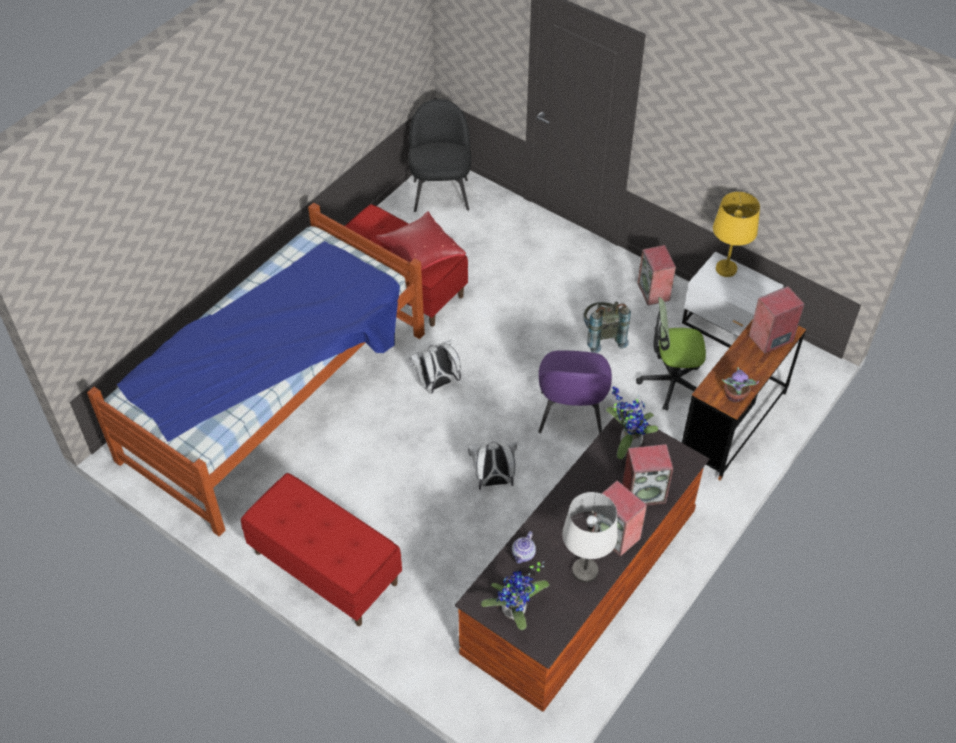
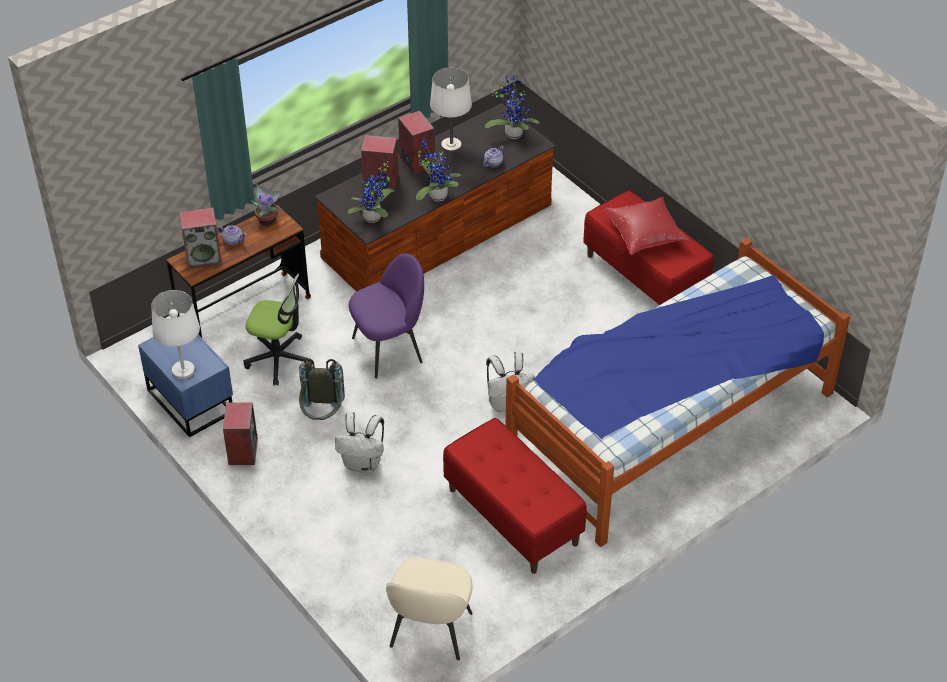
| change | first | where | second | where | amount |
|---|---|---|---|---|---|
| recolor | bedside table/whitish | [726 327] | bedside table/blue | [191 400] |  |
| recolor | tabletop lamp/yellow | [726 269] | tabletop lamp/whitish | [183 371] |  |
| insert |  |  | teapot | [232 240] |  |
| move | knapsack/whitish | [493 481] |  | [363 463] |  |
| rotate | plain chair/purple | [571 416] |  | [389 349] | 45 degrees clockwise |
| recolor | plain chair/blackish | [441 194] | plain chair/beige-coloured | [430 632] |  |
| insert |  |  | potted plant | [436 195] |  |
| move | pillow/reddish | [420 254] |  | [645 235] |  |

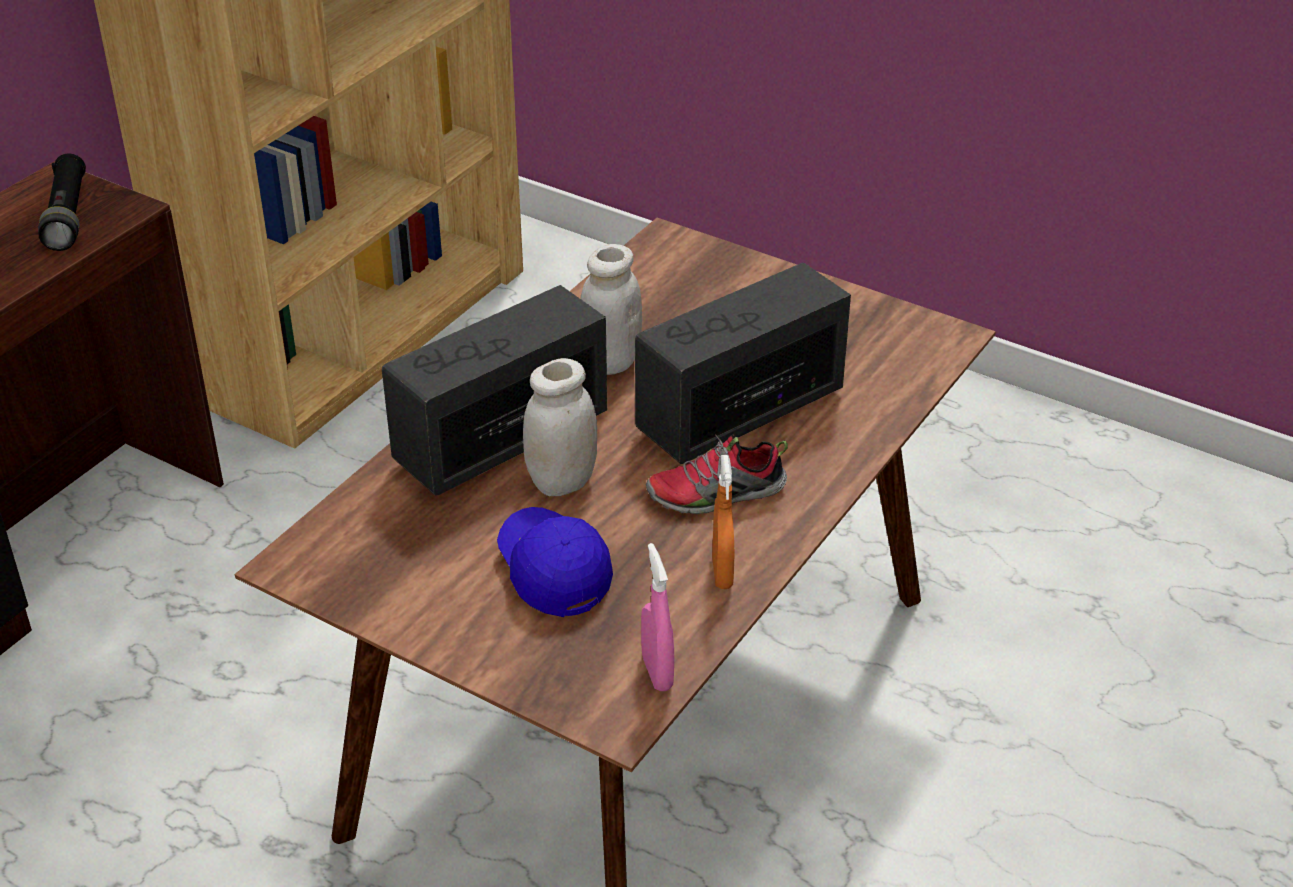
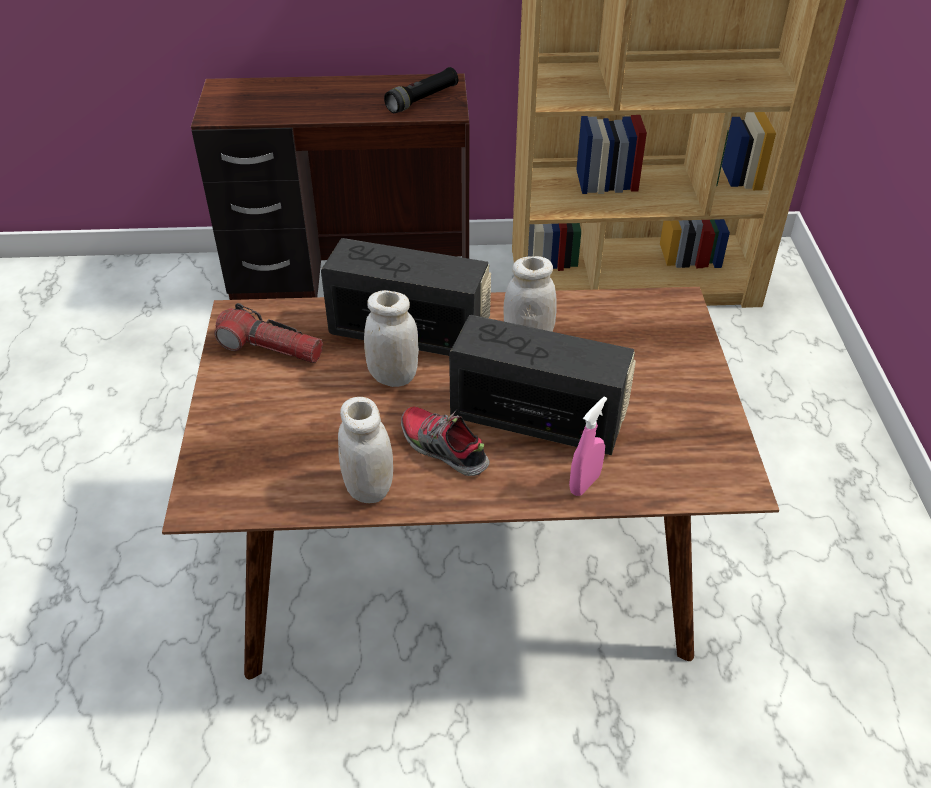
| change | first | where | second | where | amount |
|---|---|---|---|---|---|
| insert |  |  | hand torch | [271 348] |  |
| replace | hand sprayer/orangey | [722 573] | preserve jar/whitish | [368 488] |  |
| move | hand sprayer/pink-coloured | [657 672] |  | [584 483] |  |
| delete | baseball cap/blue | [553 572] |  |  |  |

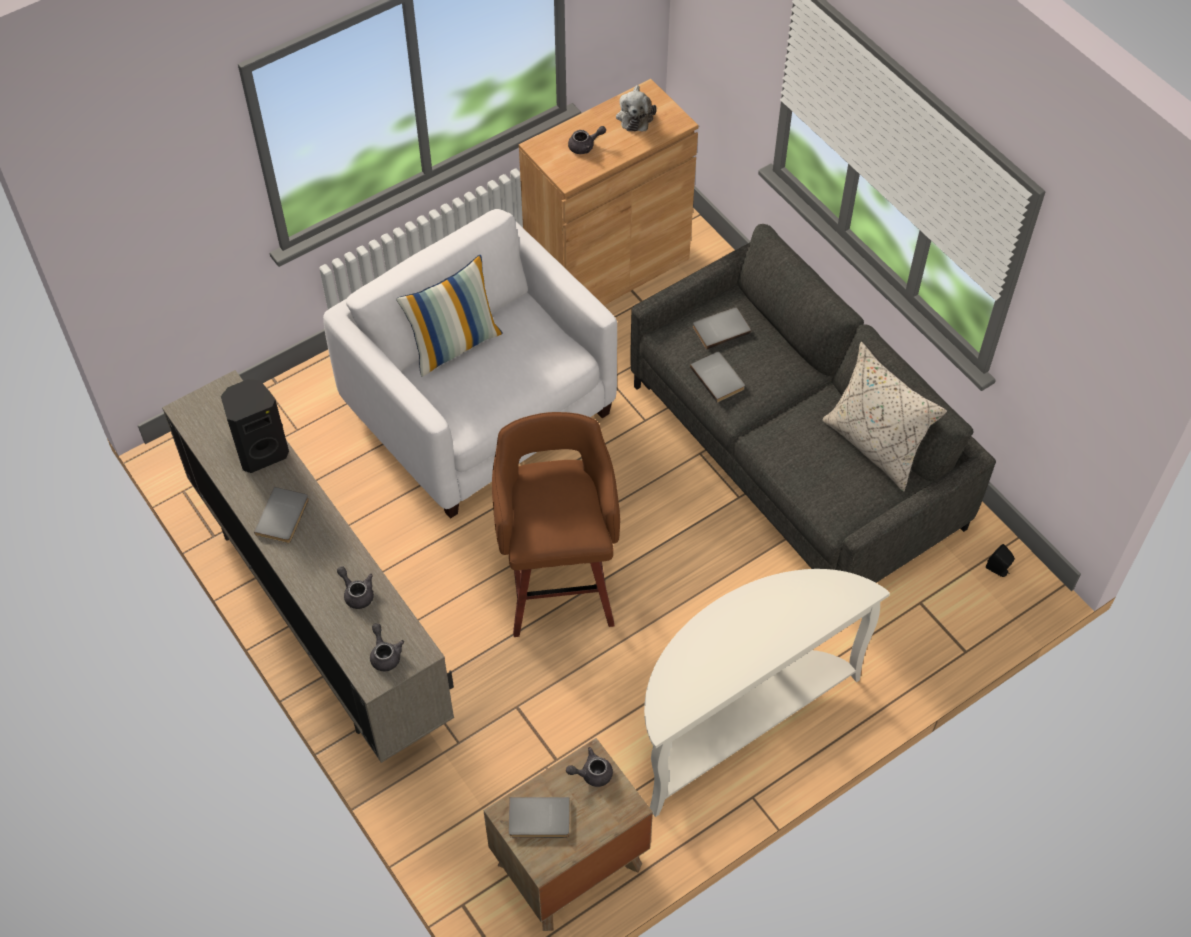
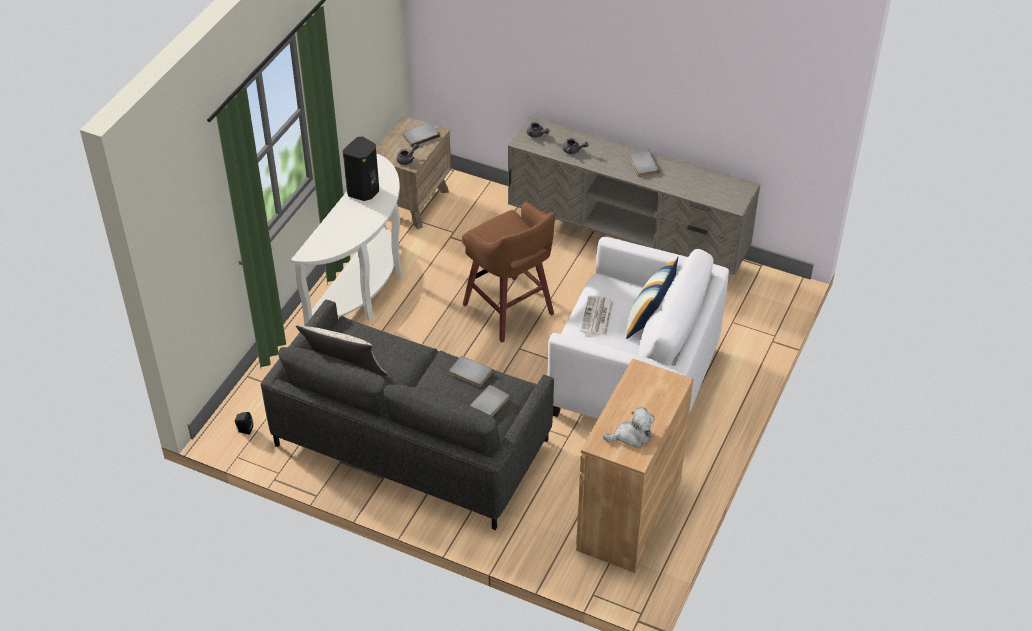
| change | first | where | second | where | amount |
|---|---|---|---|---|---|
| move | loudspeaker/blackish | [261 452] |  | [364 191] |  |
| insert |  |  | newspaper | [597 317] |  |
| rotate | plush toy | [635 116] |  | [631 436] | 105 degrees clockwise |
| delete | teapot/greyish | [585 146] |  |  |  |

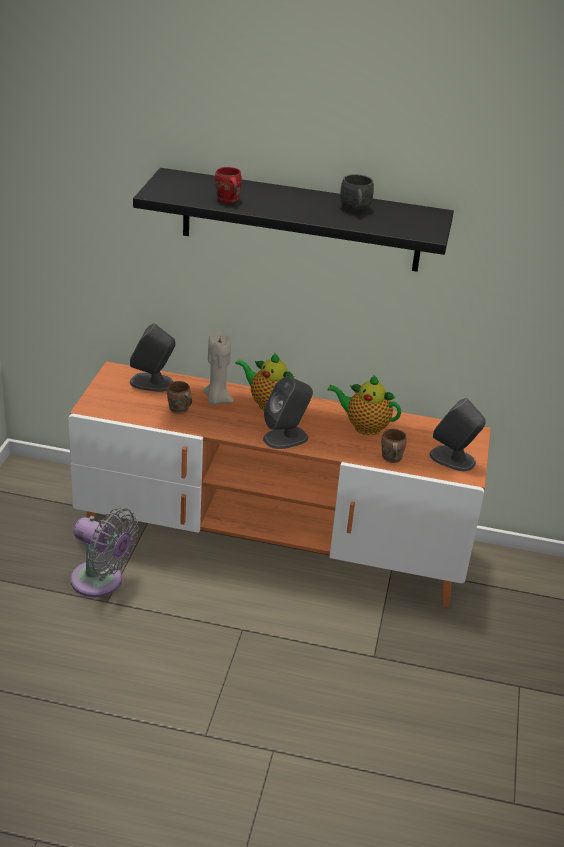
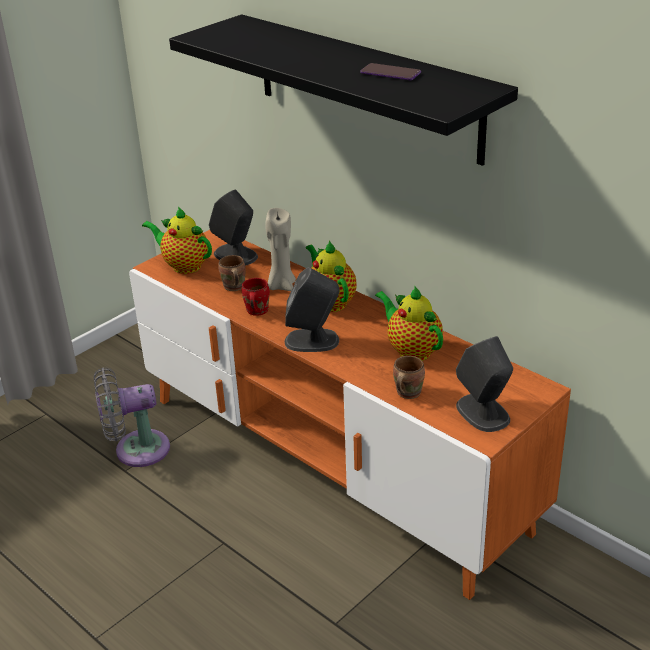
| change | first | where | second | where | amount |
|---|---|---|---|---|---|
| rotate | cooling fan/greyish | [101 582] |  | [136 450] | 105 degrees clockwise |
| insert |  |  | teapot | [184 265] |  |
| move | tea mug/reddish | [227 200] |  | [255 311] |  |
| replace | tea mug/greyish | [355 209] | telephone | [390 73] |  |

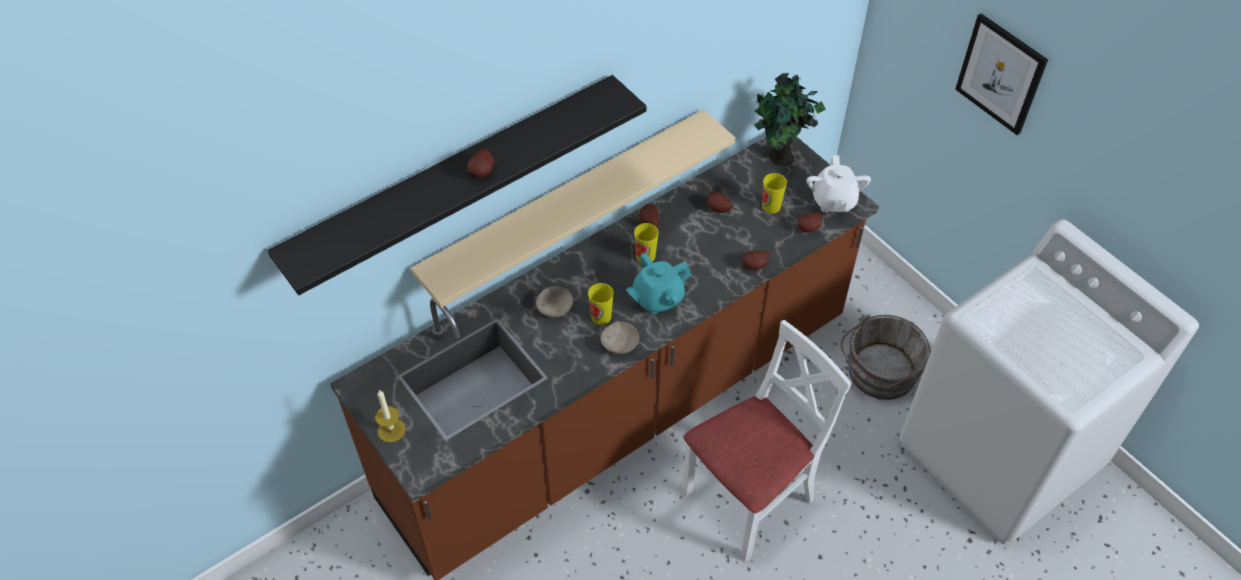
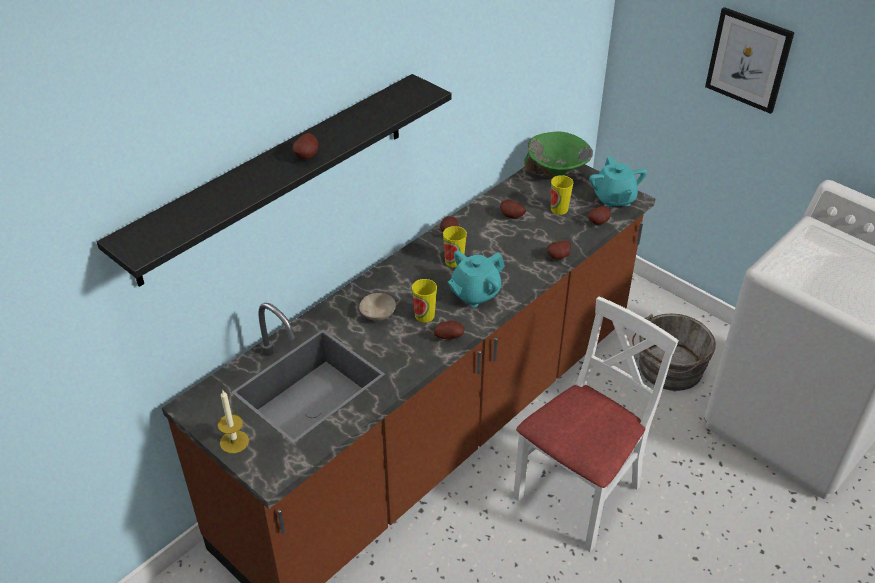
| change | first | where | second | where | amount |
|---|---|---|---|---|---|
| replace | bowl/beige-coloured | [620 345] | spud | [449 337] |  |
| replace | potted plant | [780 159] | bowl/green | [556 172] |  |
| recolor | teapot/whitish | [833 201] | teapot/turquoise-coloured | [614 199] |  |
| delete | bracket shelf/beige-coloured | [566 204] |  |  |  |

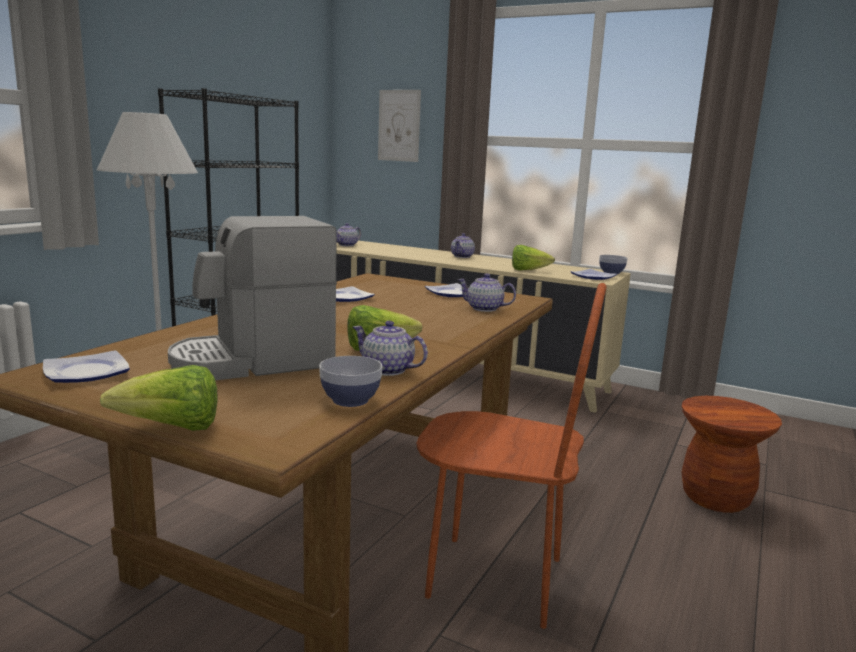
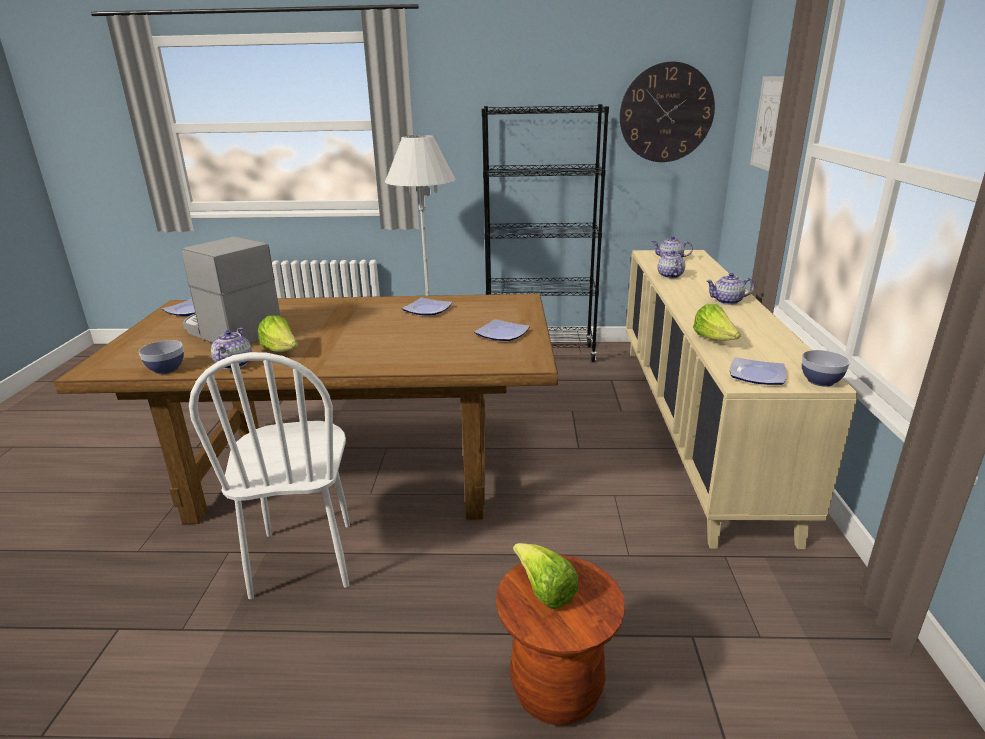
| change | first | where | second | where | amount |
|---|---|---|---|---|---|
| recolor | plain chair/brownish | [495 578] | plain chair/whitish | [304 559] |  |
| move | head of lettuce | [172 428] |  | [544 591] |  |
| insert |  |  | hanging clock | [666 113] |  |
| move | teapot | [485 309] |  | [670 276] |  |

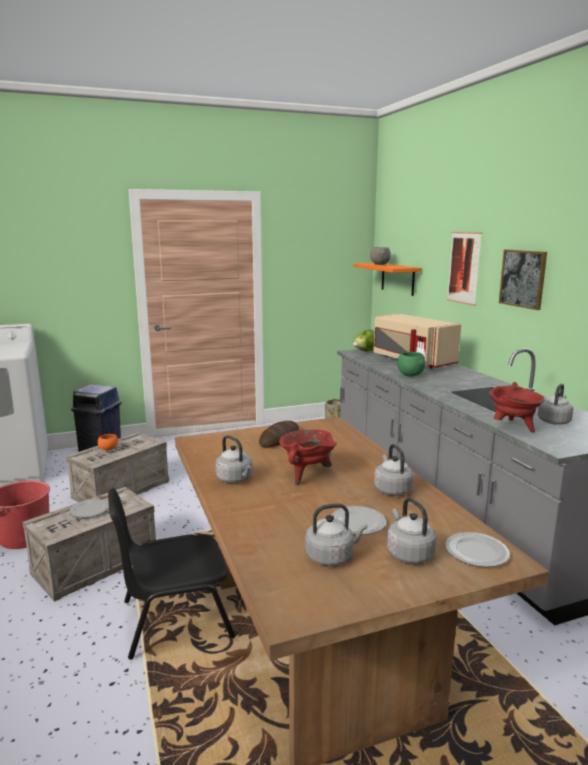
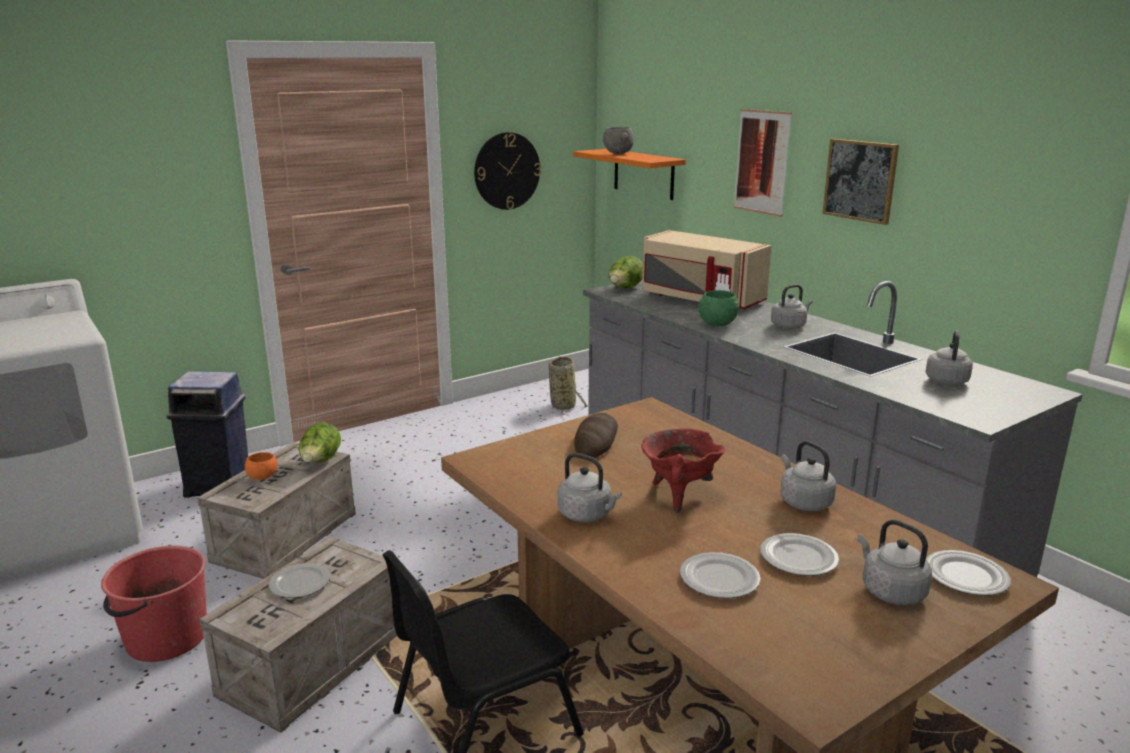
| change | first | where | second | where | amount |
|---|---|---|---|---|---|
| insert |  |  | head of lettuce | [320 462] |  |
| insert |  |  | hanging clock | [507 171] |  |
| insert |  |  | plate | [719 580] |  |
| move | water kettle/greyish | [332 556] |  | [789 326] |  |
| delete | cooking pot/reddish | [513 427] |  |  |  |

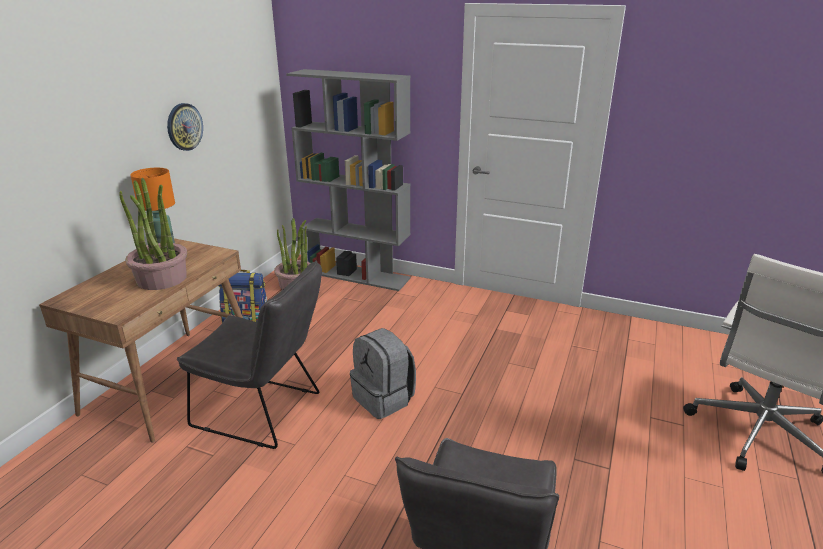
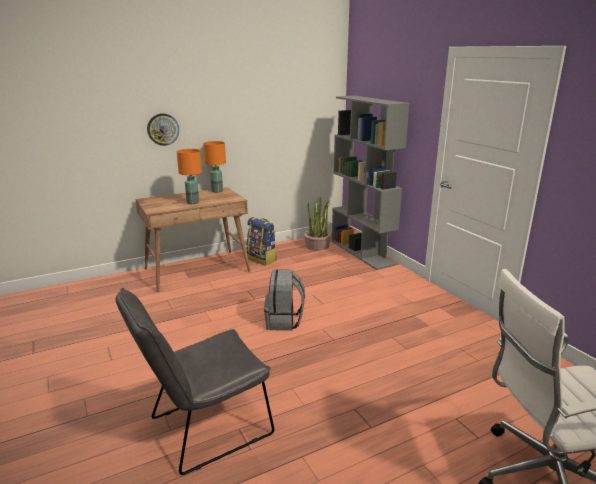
| change | first | where | second | where | amount |
|---|---|---|---|---|---|
| move | hanging clock | [184 127] |  | [163 129] |  |
| replace | potted plant | [161 279] | tabletop lamp/orangey | [193 202] |  |
| delete | plain chair/greyish | [264 412] |  |  |  |

